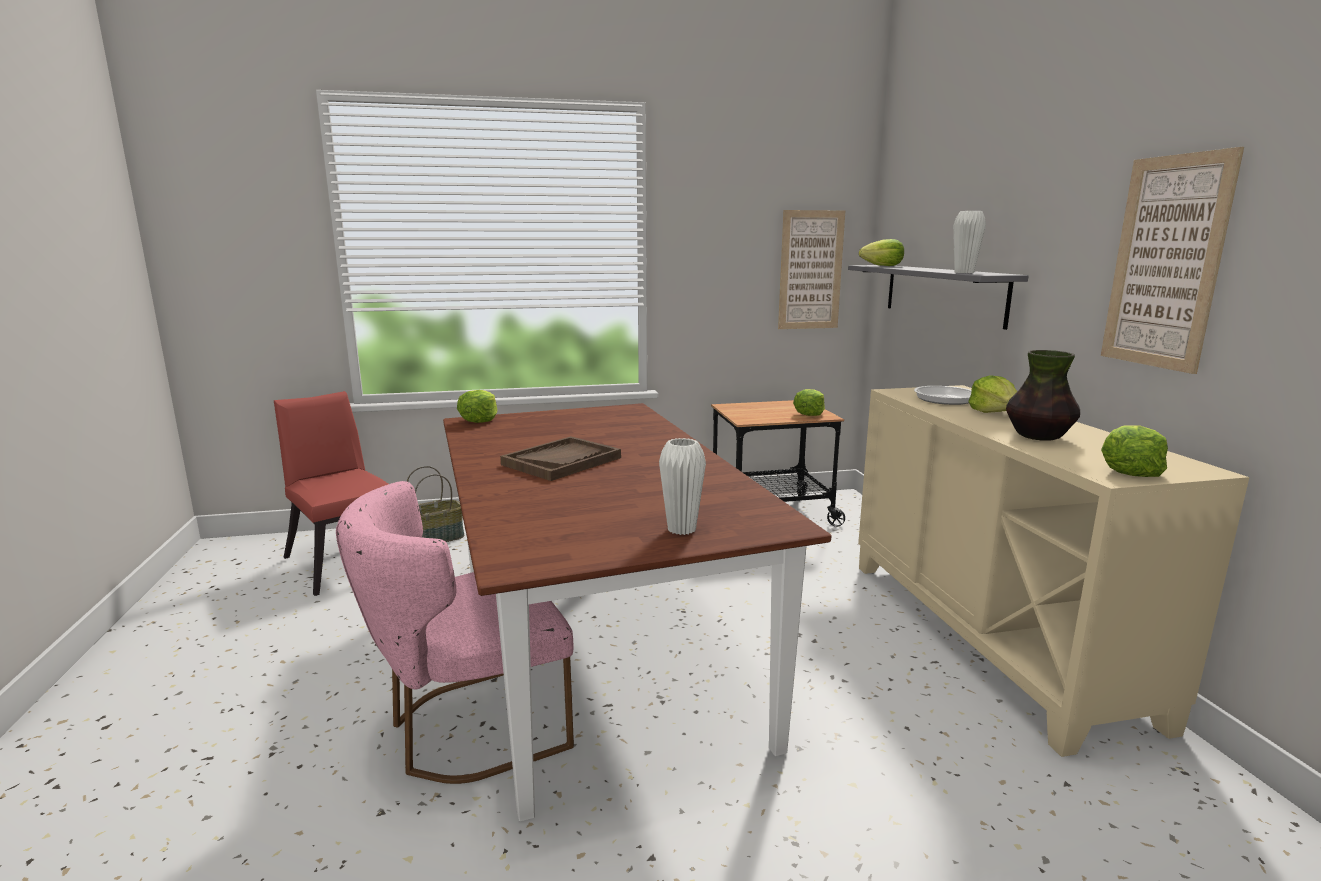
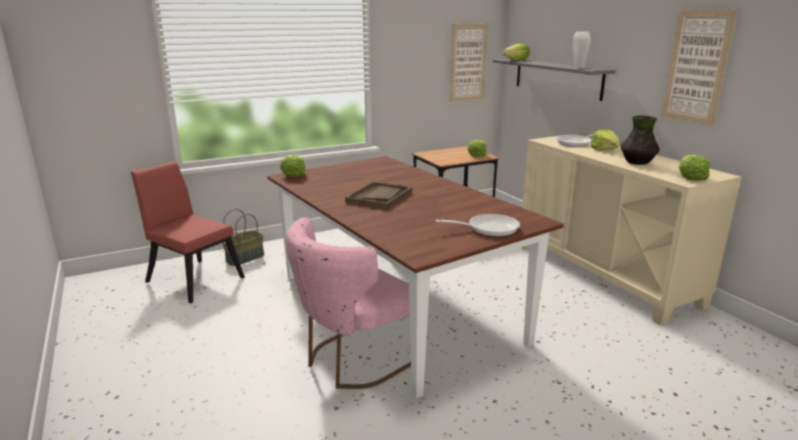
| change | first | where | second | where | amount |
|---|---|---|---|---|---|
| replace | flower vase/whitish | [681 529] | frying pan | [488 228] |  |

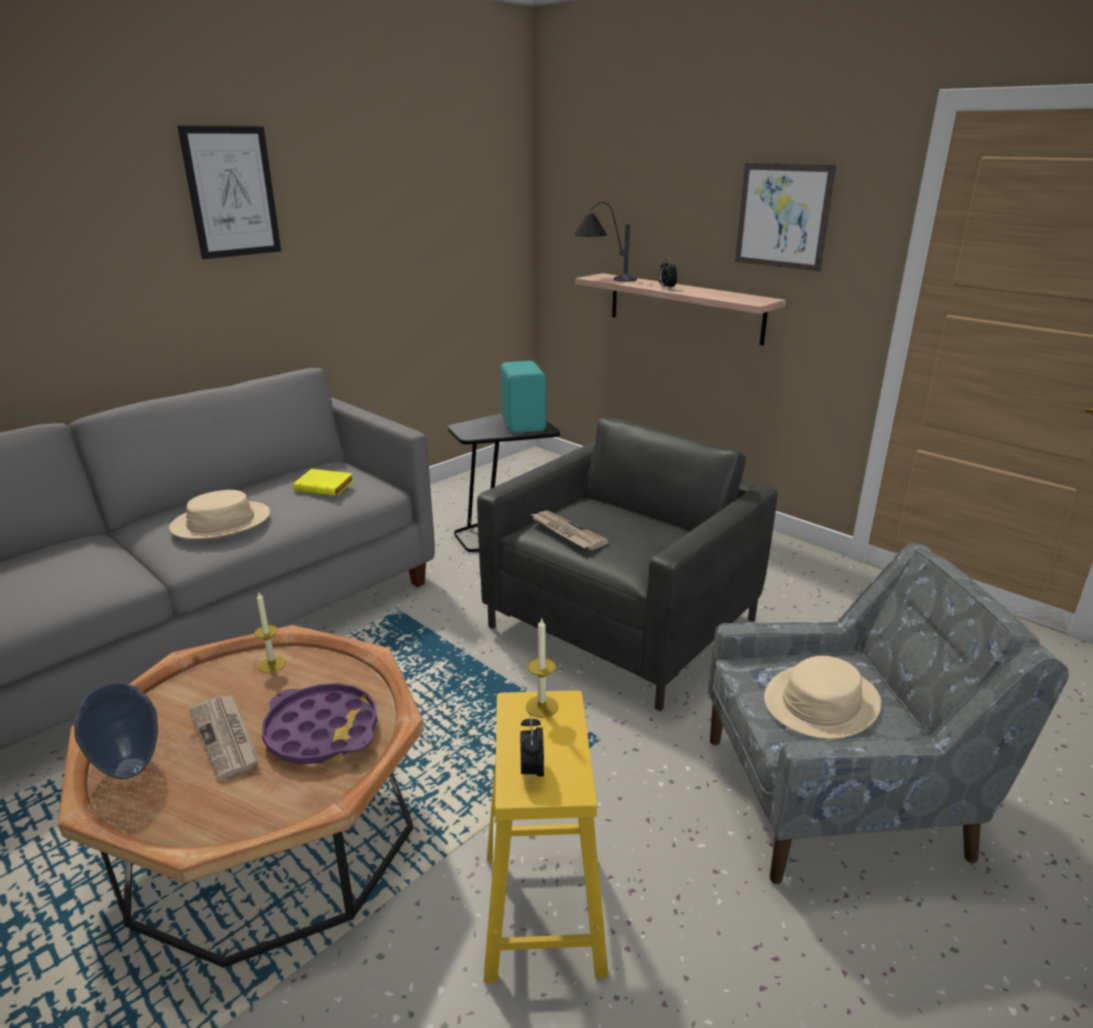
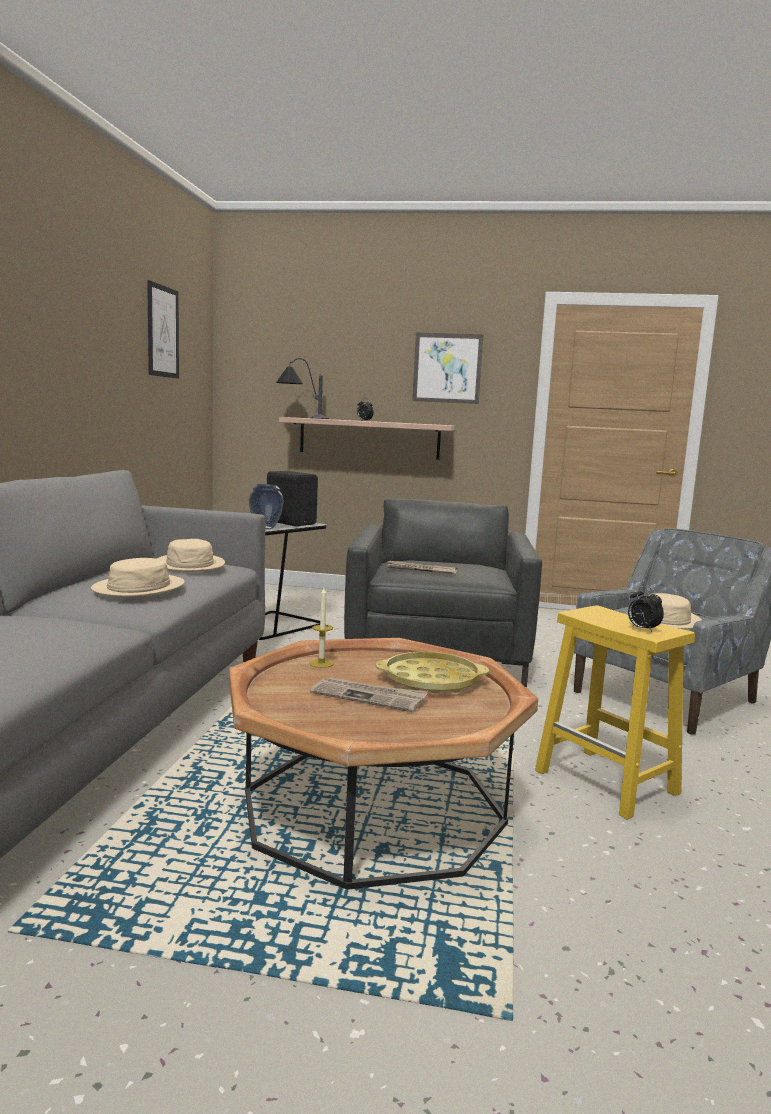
| change | first | where | second | where | amount |
|---|---|---|---|---|---|
| move | wall picture | [232 192] |  | [162 331] |  |
| replace | volume/yellow | [326 487] | clothing hat/beige-coloured | [190 564] |  |
| move | flower vase | [128 769] |  | [265 528] |  |
| recolor | loudspeaker/turquoise-coloured | [524 424] | loudspeaker/blackish | [291 522] |  |
| recolor | tray/purple | [322 731] | tray/yellow | [431 680] |  |
| delete | wax light | [541 706] |  |  |  |

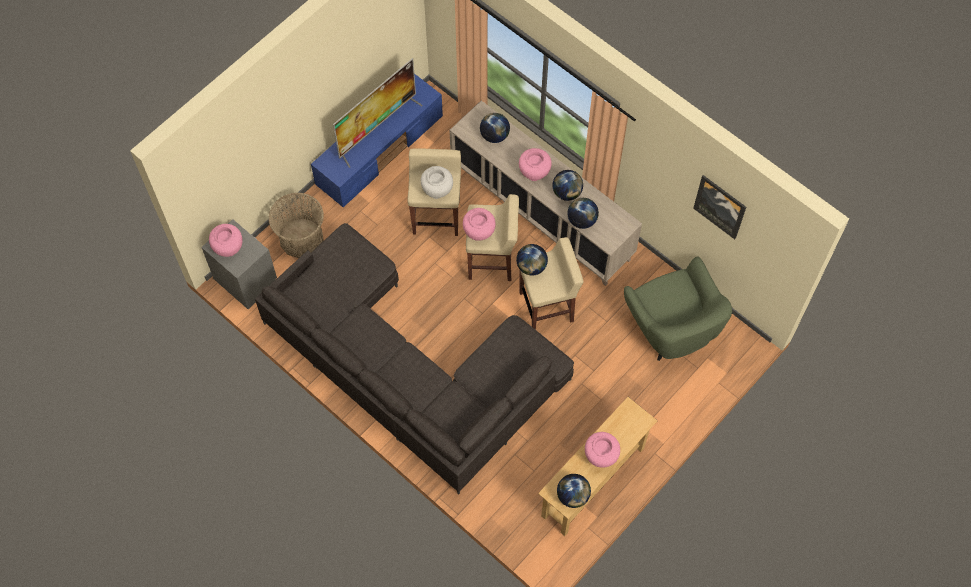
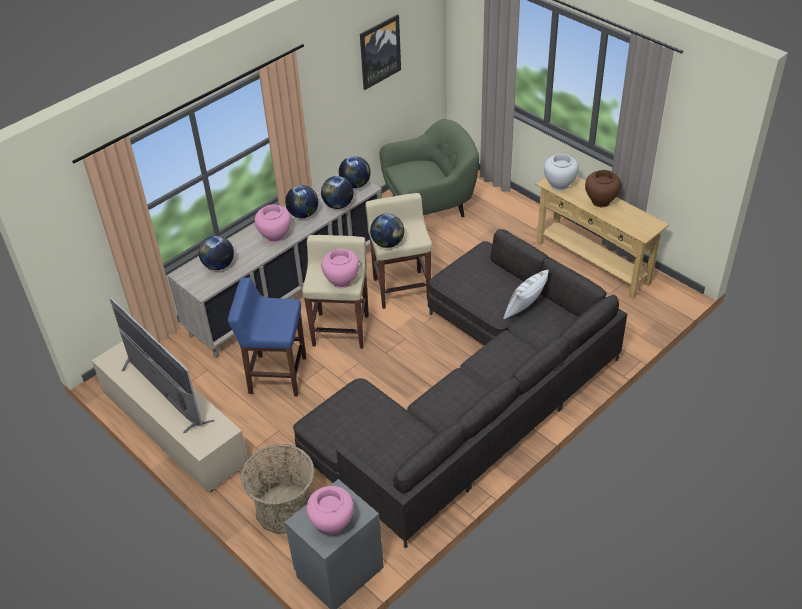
| change | first | where | second | where | amount |
|---|---|---|---|---|---|
| recolor | tv stand/blue | [380 150] | tv stand/beige-coloured | [173 428] |  |
| recolor | sitting stool/beige-coloured | [436 216] | sitting stool/blue | [276 375] |  |
| move | globe | [572 496] |  | [355 185] |  |
| insert |  |  | pillow/whitish | [525 311] |  |
| move | flower vase/whitish | [437 191] |  | [559 185] |  |
| recolor | flower vase/pink-coloured | [600 456] | flower vase/brownish | [600 202] |  |

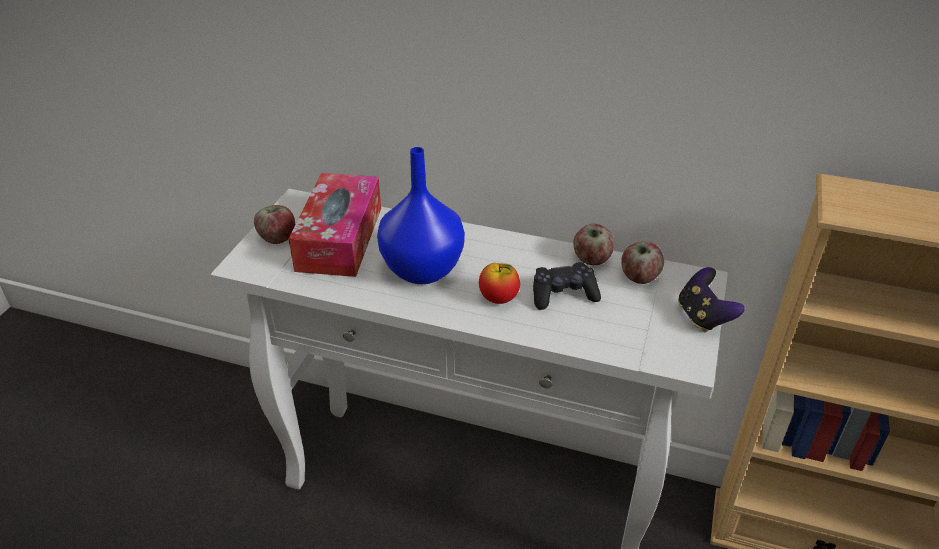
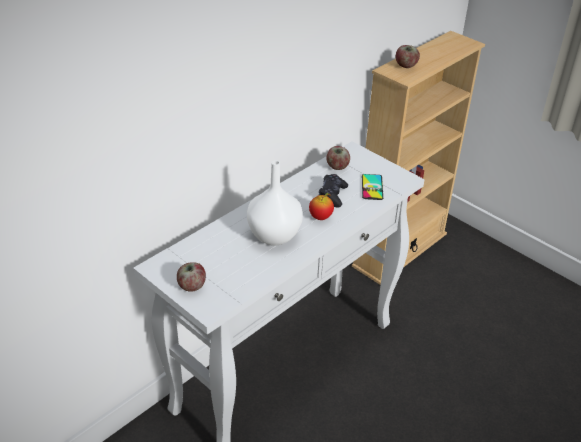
| change | first | where | second | where | amount |
|---|---|---|---|---|---|
| recolor | flower vase/blue | [423 269] | flower vase/whitish | [273 235] |  |
| insert |  |  | telephone | [372 187] |  |
| move | apple fruit | [591 259] |  | [405 66] |  |
| delete | tissue box | [340 238] |  |  |  |
| delete | game controller | [703 317] |  |  |  |

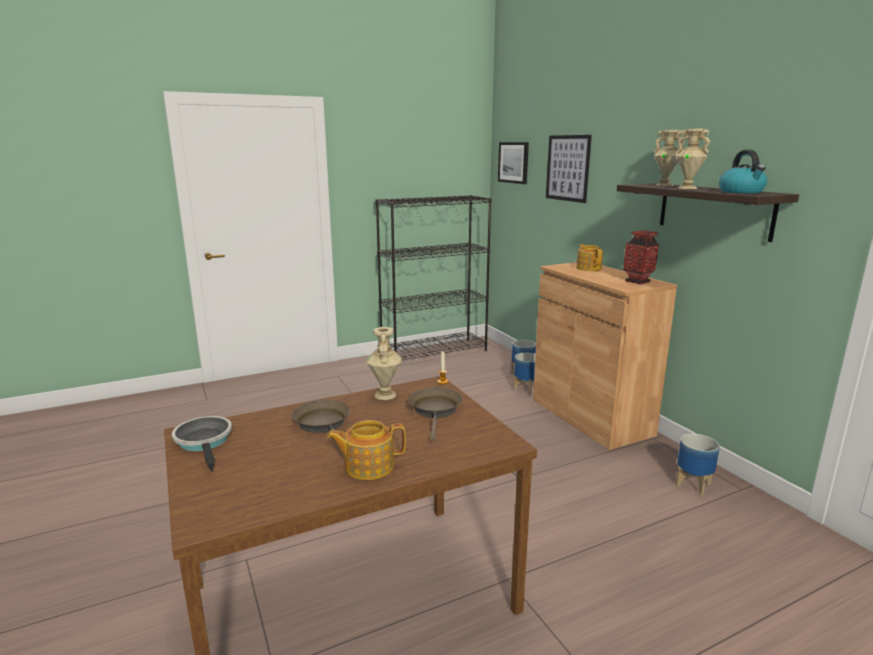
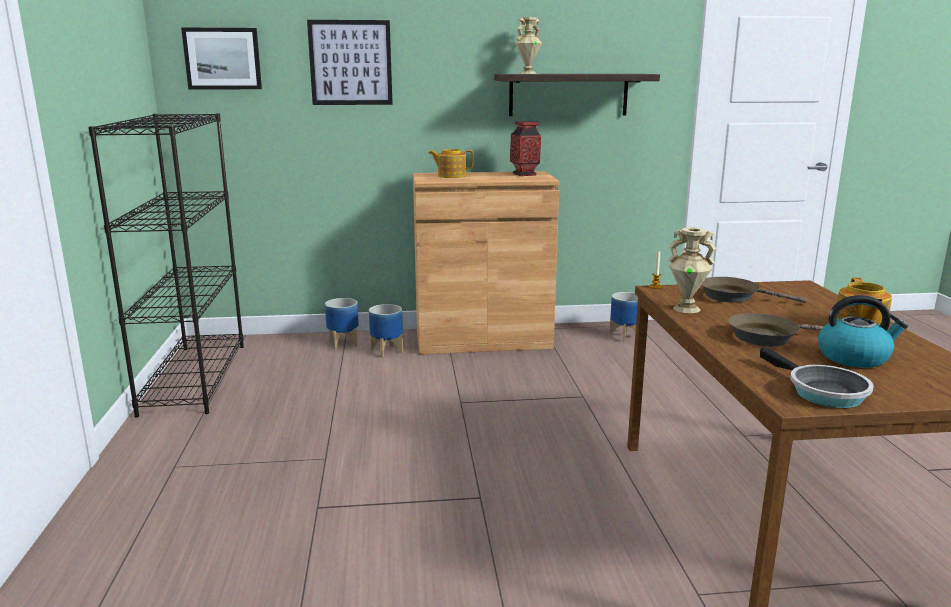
| change | first | where | second | where | amount |
|---|---|---|---|---|---|
| rotate | frying pan | [205 442] |  | [821 392] | 105 degrees counterclockwise |
| move | water kettle | [741 192] |  | [854 357] |  |
| delete | flower vase/beige-coloured | [687 188] |  |  |  |

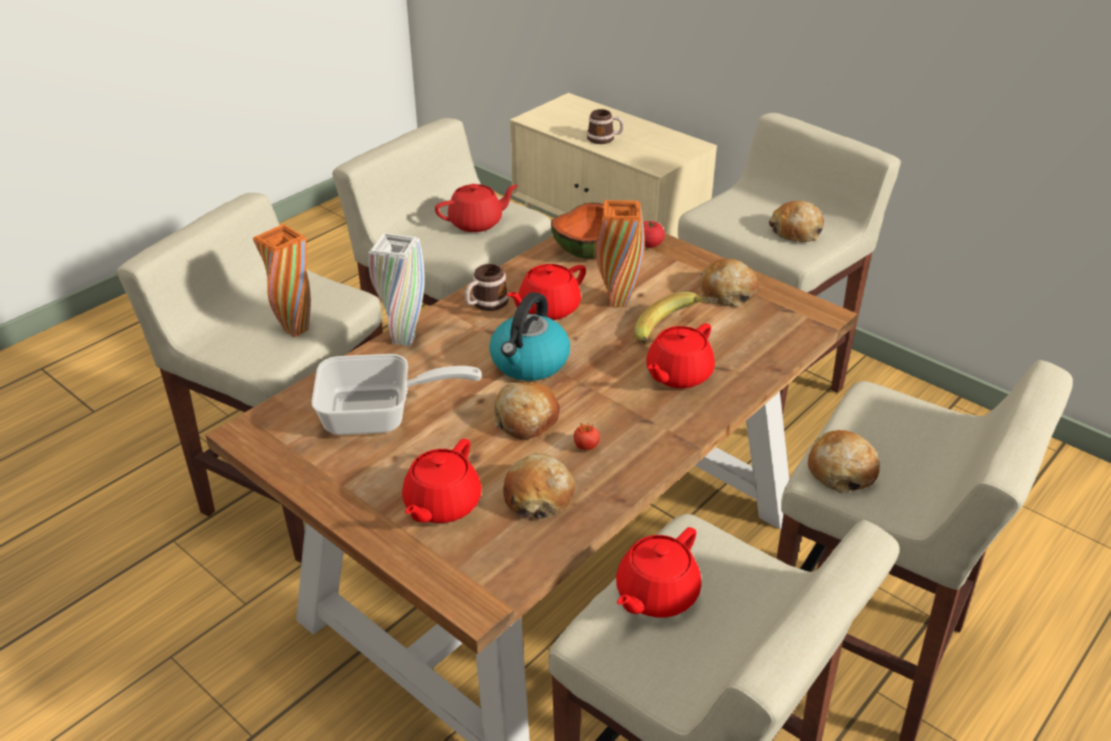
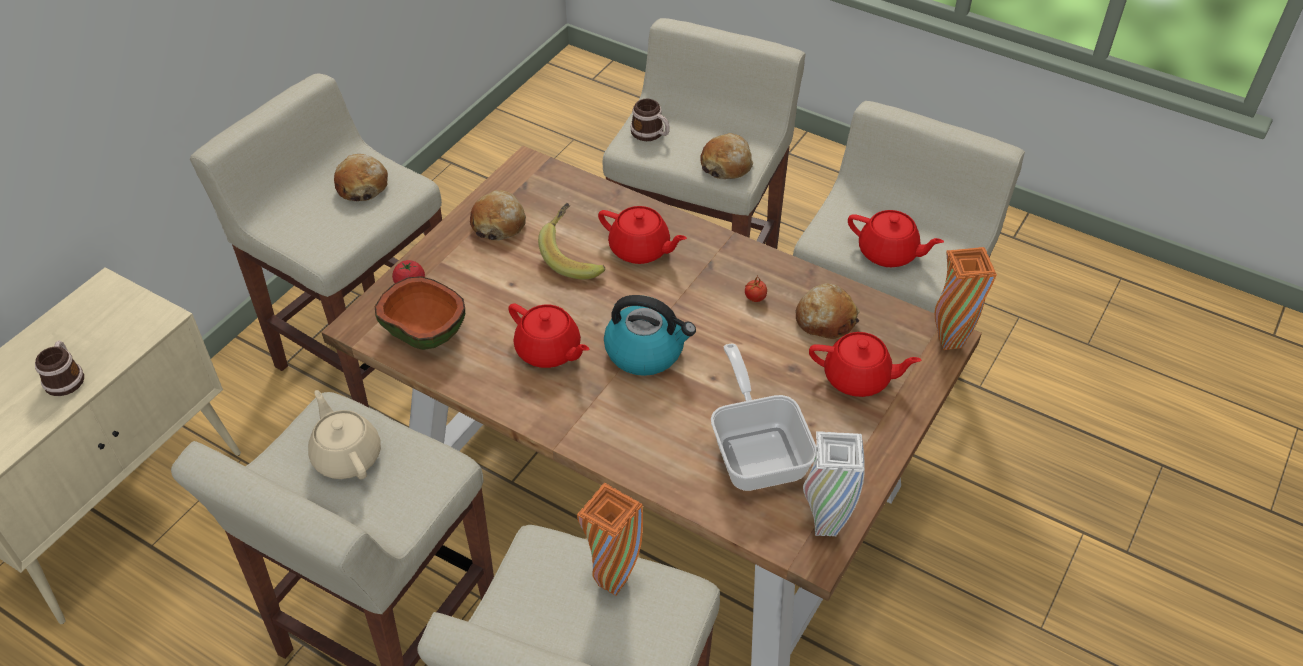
| change | first | where | second | where | amount |
|---|---|---|---|---|---|
| recolor | teapot/reddish | [477 223] | teapot/beige-coloured | [347 455] |  |
| move | tea mug | [485 304] |  | [651 134] |  |
| move | flower vase/whitish | [404 339] |  | [825 527] |  |
| move | flower vase/orangey | [617 302] |  | [949 342] |  |
| delete | bakery bread | [526 419] |  |  |  |

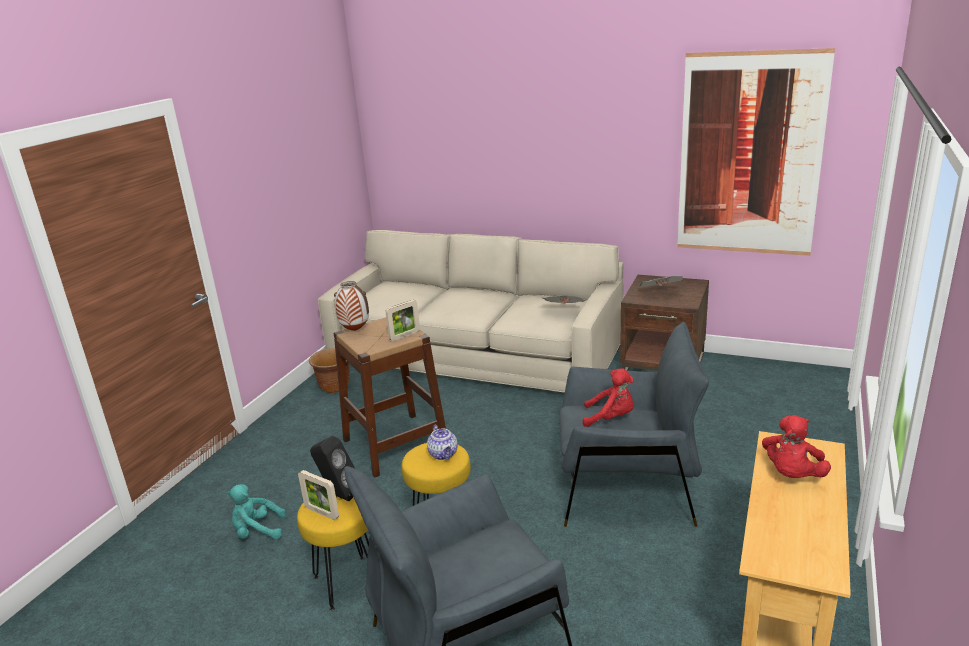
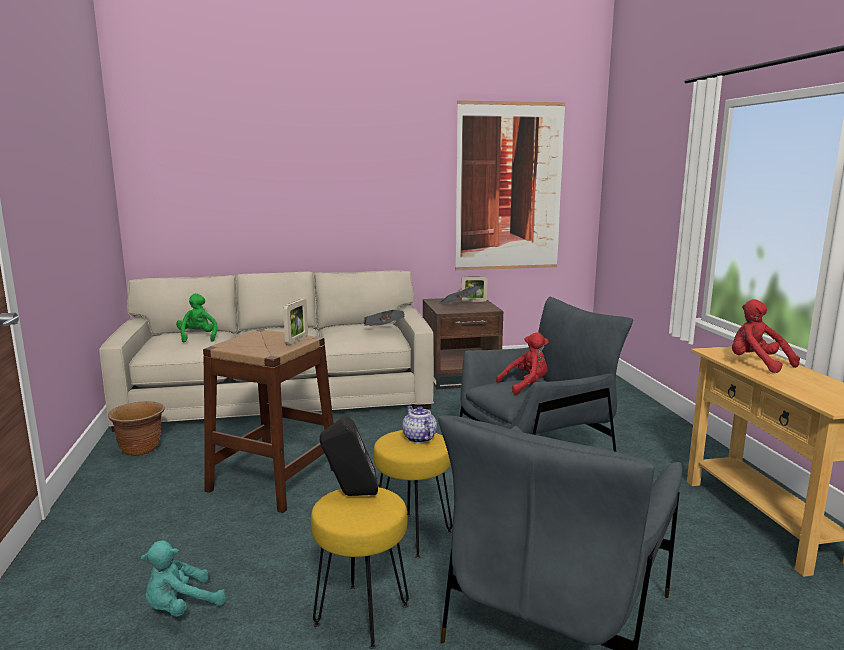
| change | first | where | second | where | amount |
|---|---|---|---|---|---|
| insert |  |  | plush toy/green | [198 337] |  |
| rotate | teapot | [444 454] |  | [418 438] | 150 degrees counterclockwise |
| move | standing frame | [322 512] |  | [474 301] |  |
| rotate | plush toy/reddish | [792 475] |  | [756 364] | 150 degrees clockwise |
| delete | flower vase | [354 331] |  |  |  |

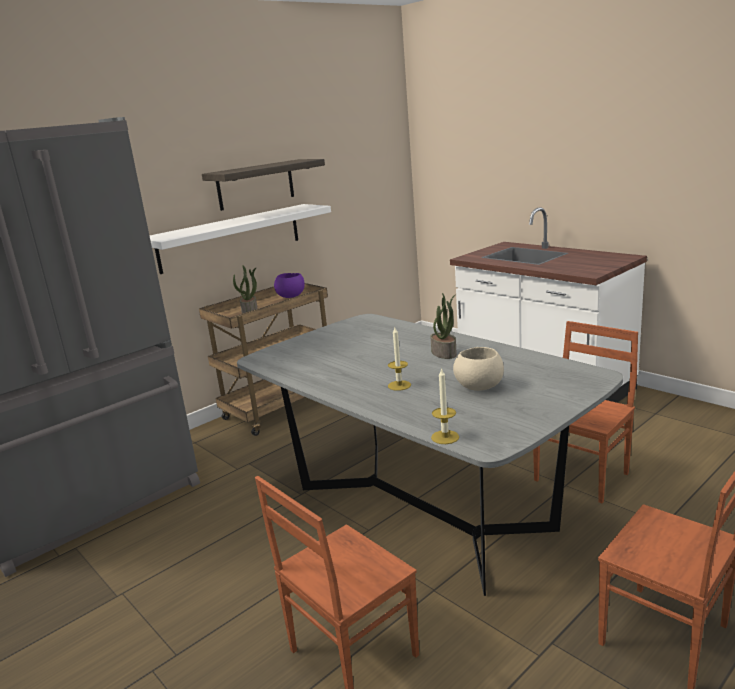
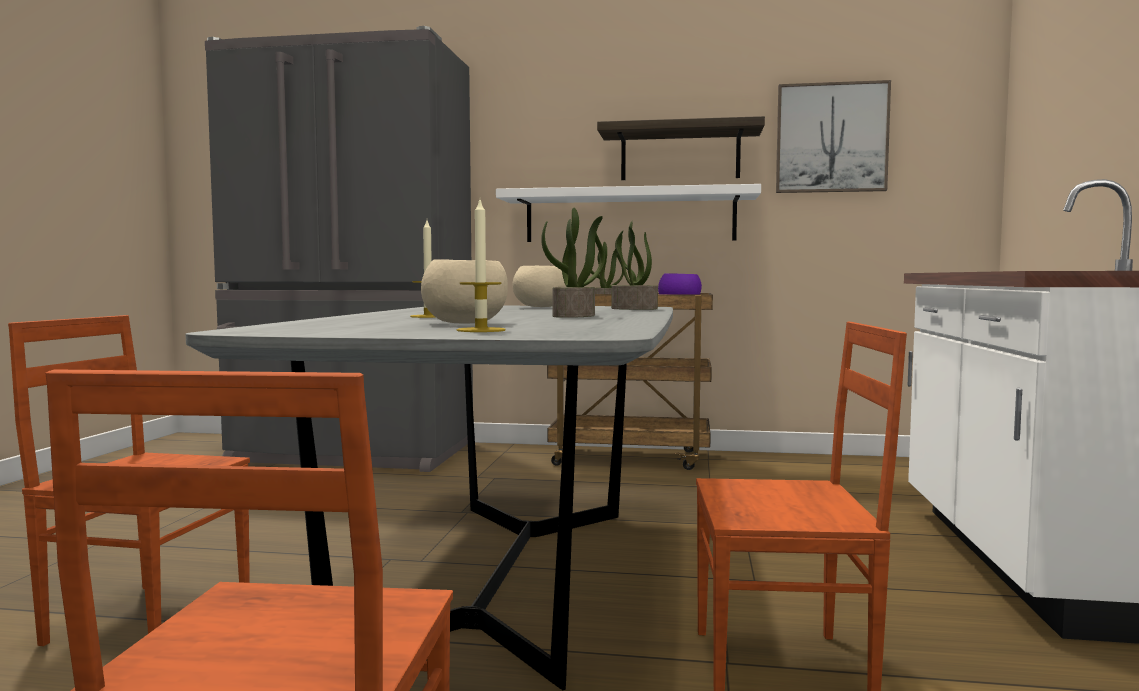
| change | first | where | second | where | amount |
|---|---|---|---|---|---|
| move | wax light | [445 437] |  | [481 330] |  |
| insert |  |  | bowl/beige-coloured | [541 307] |  |
| insert |  |  | potted plant | [633 309] |  |
| insert |  |  | wall picture | [831 138] |  |

